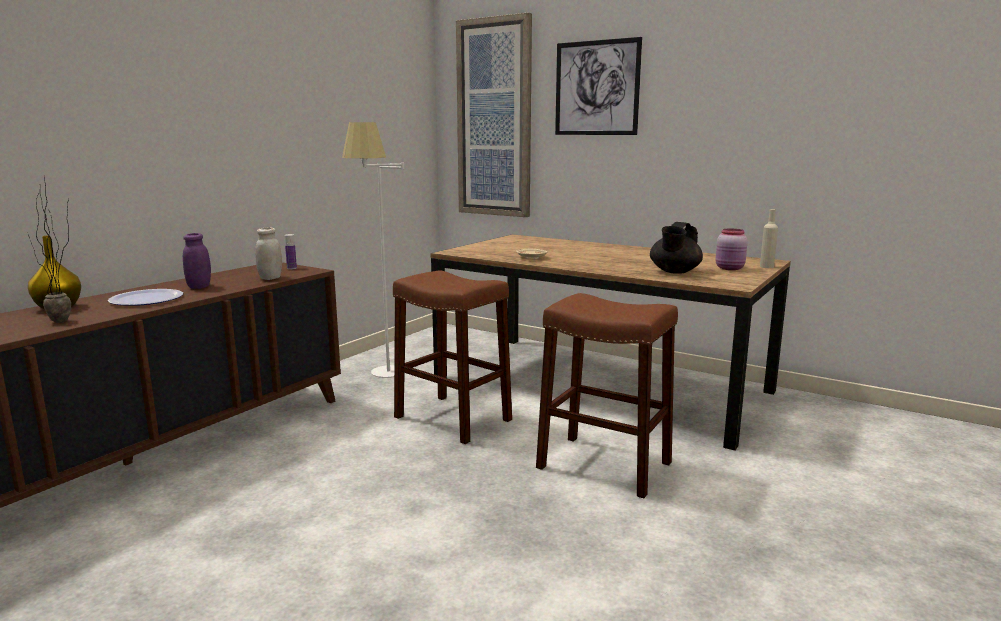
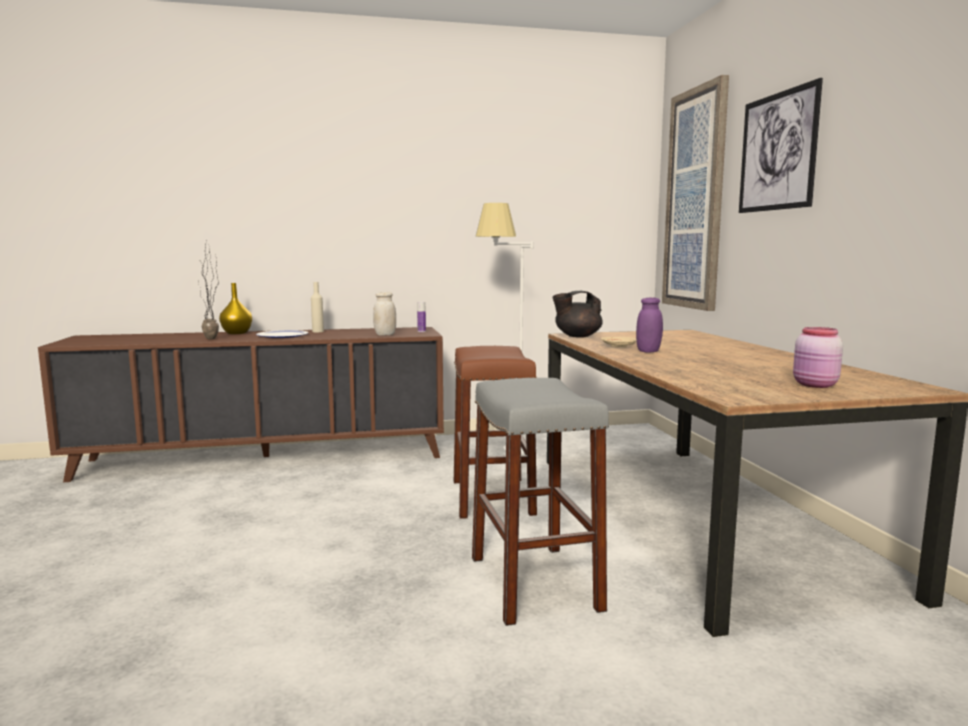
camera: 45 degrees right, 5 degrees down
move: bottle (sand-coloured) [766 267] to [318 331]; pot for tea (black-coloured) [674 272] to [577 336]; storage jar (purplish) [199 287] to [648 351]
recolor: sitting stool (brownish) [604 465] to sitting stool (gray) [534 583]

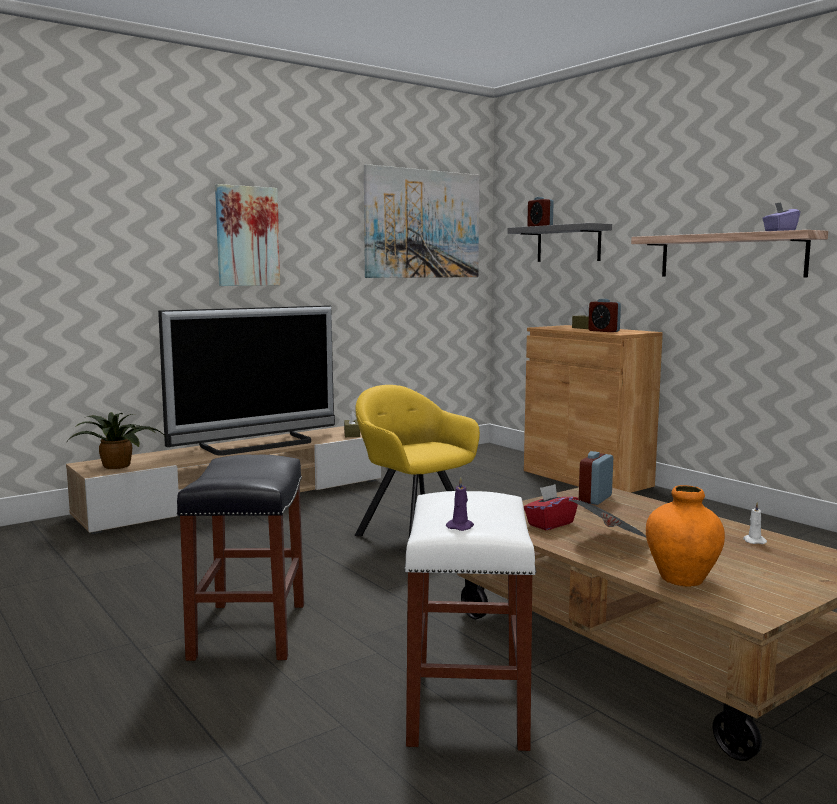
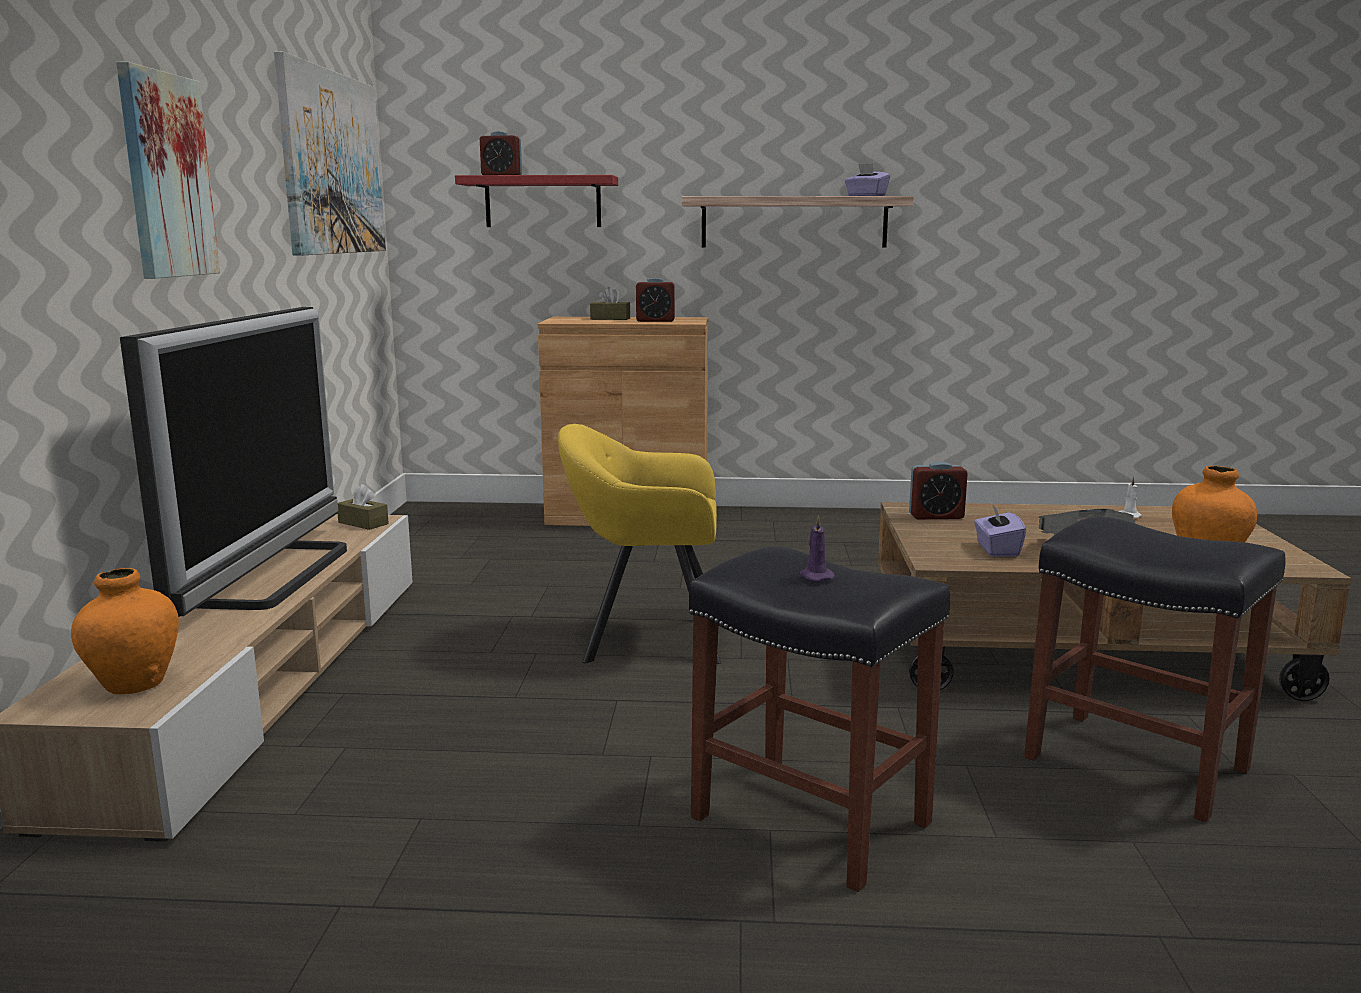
camera: 50 degrees left, 5 degrees up
move: candle (purplish) [460 526] to [815 576]
replace: potted plant [118 465] to decorative vase (orangey) [134 684]
recolor: shelf (gray) [568 244] to shelf (reddish) [543 202]; tissue box (reddish) [550 524] to tissue box (purplish) [997 550]; sitting stool (white-coloured) [468 706] to sitting stool (black-coloured) [1139 764]
rotate: bedside clock [595 499] = [936 516] 75 degrees counterclockwise

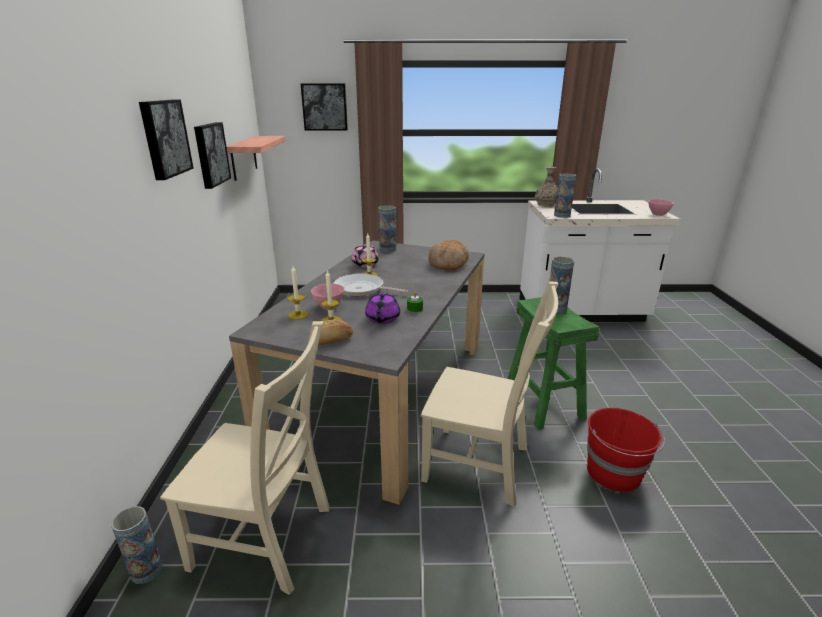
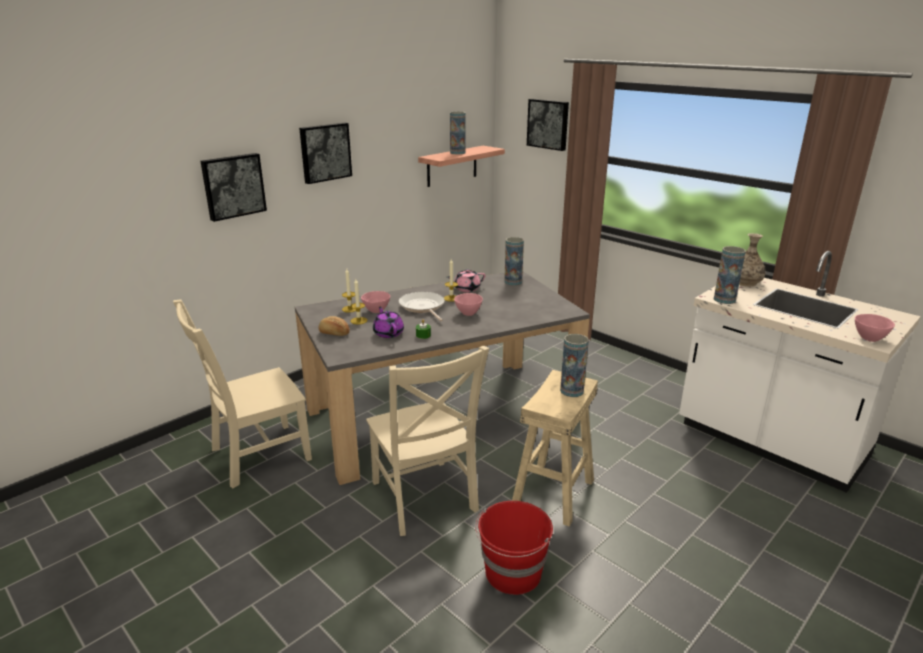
camera: 45 degrees right, 0 degrees up
delete: baked bread [448 264]
insert: bowl (pink-coloured) [468 313]
move: wall art [210 154] to [233 186]; decorative vase [146 570] to [457 153]
recolor: sitting stool (green-coloured) [542 403] to sitting stool (sand-coloured) [553 492]
rotate: upright chair (sand-coloured) [267 539] = [256 455] 90 degrees clockwise; pot for tea (purplish) [382 319] = [388 333] 105 degrees clockwise

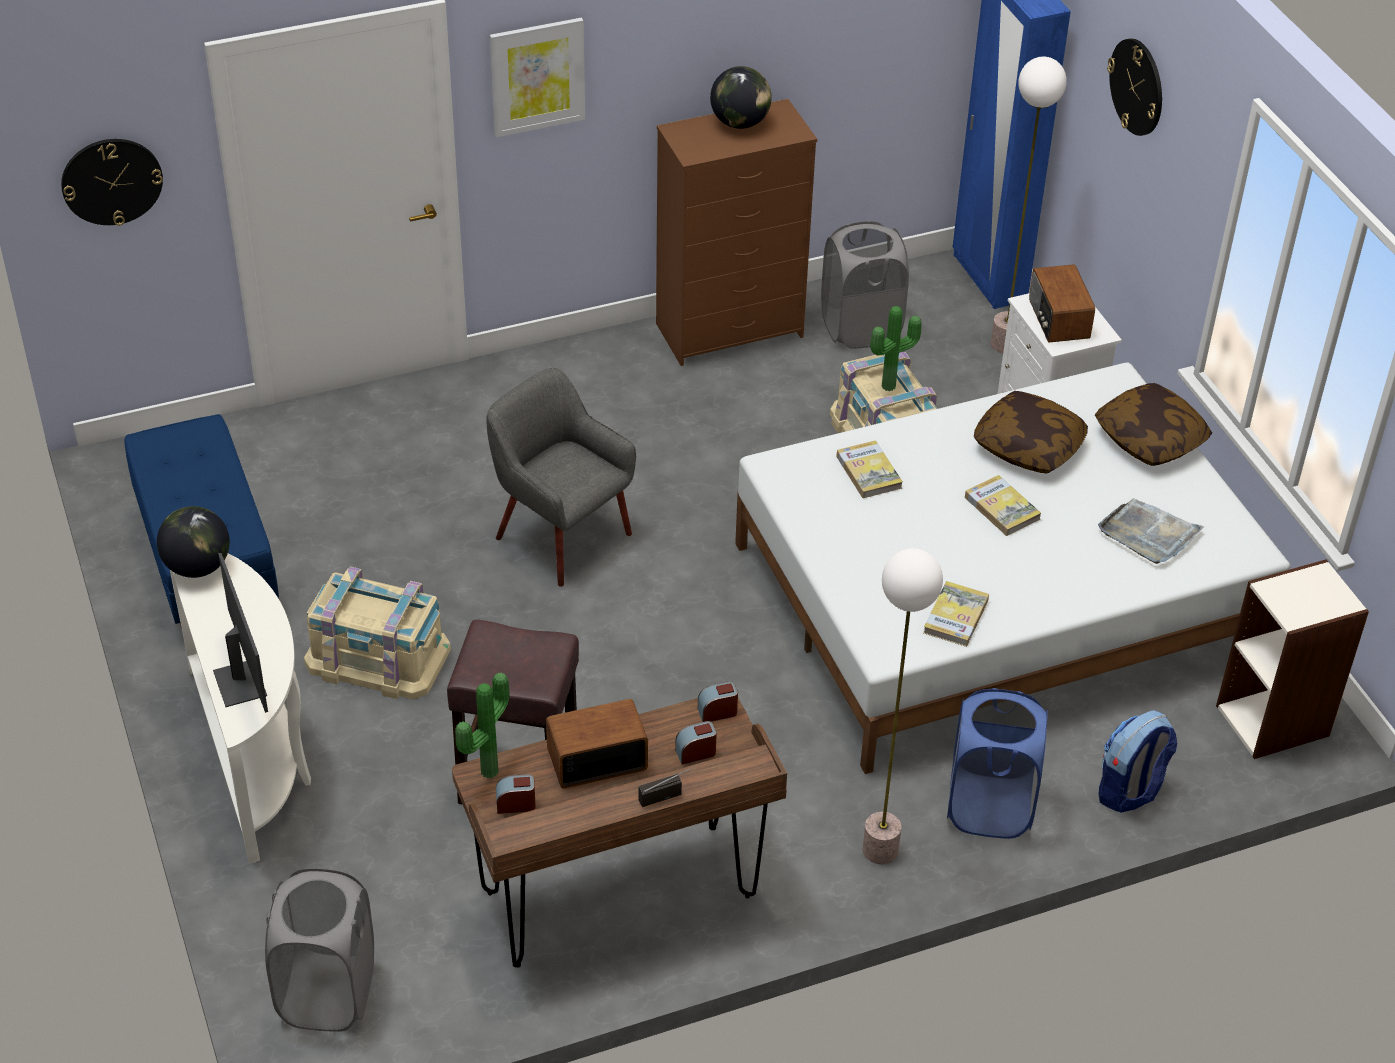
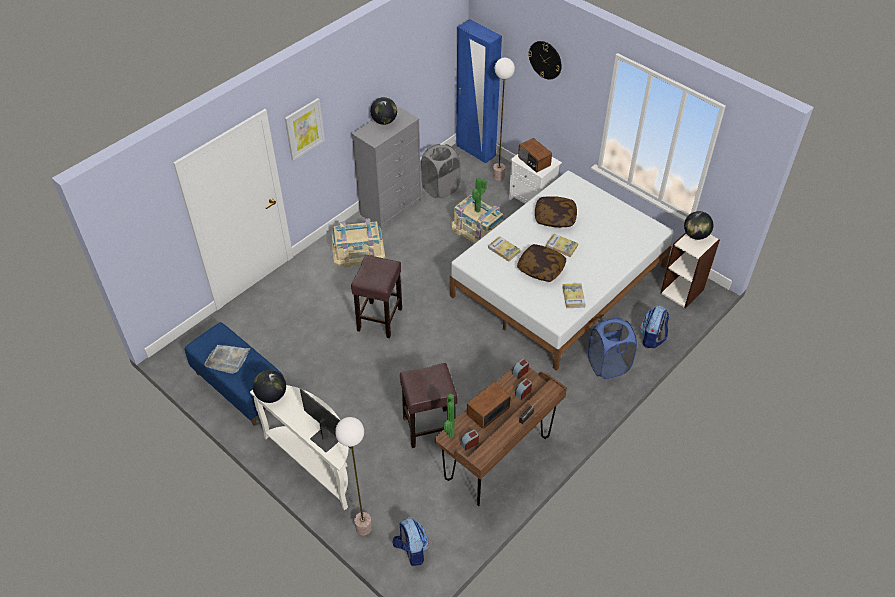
camera: 25 degrees left, 5 degrees up
delete: wall clock [112 181]
insert: desk globe [695 235]
move: tray (gray) [1148 534] to [227 360]; storage bin (sand-coloured) [378 656] to [358 252]; floor lamp [879 850] to [363 528]; cushion [1150 439] to [541 268]
replace: lounge chair (gray) [561 536] to sitting stool (brownish) [380 319]; washing basket (gray) [327 993] to backpack [411 550]
recolor: drawer chest (brownish) [731 330] to drawer chest (gray) [391 207]

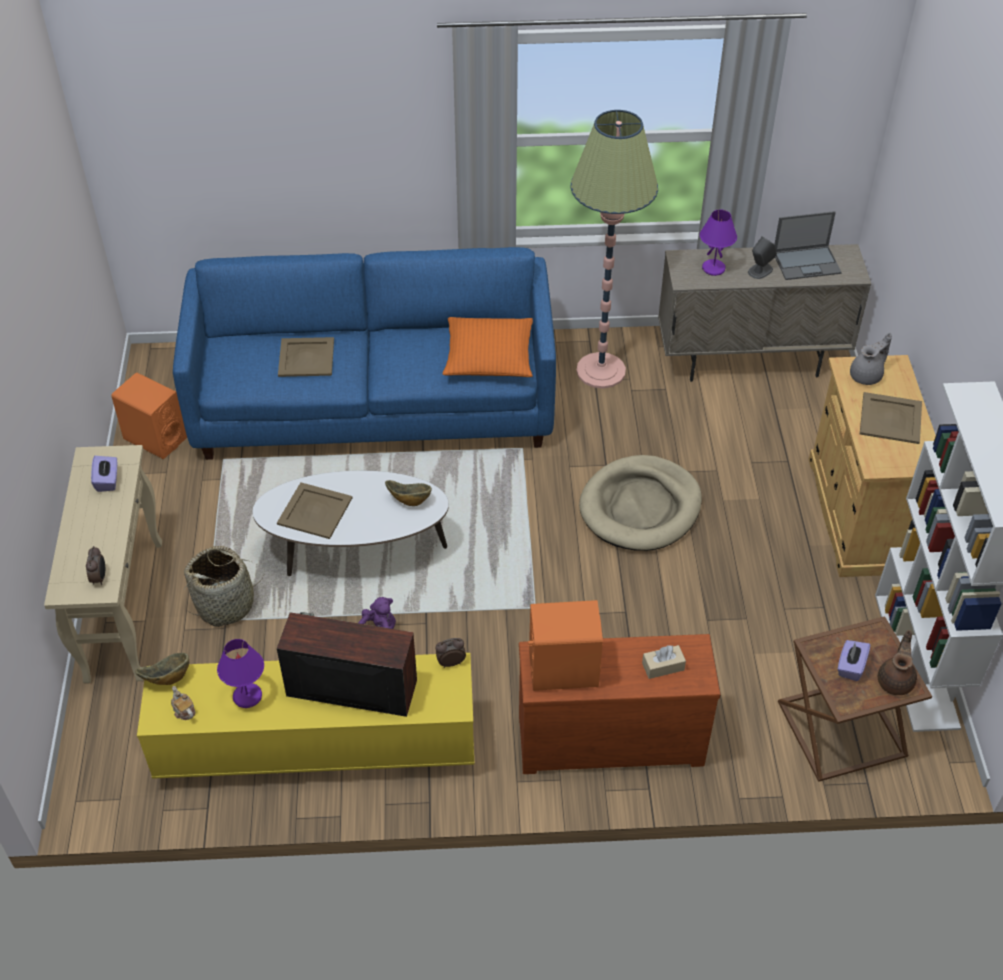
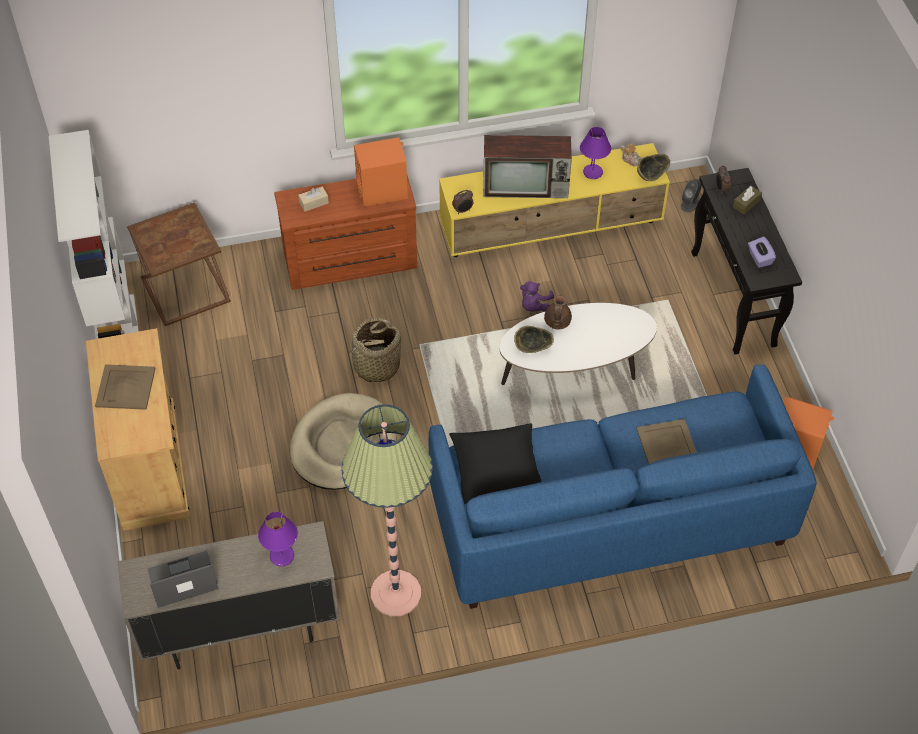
camera: 170 degrees right, 5 degrees up
delete: tray (sand-coloured) [314 510]; tissue box (purplish) [850 667]; pot for tea (gray) [867 376]
insert: tissue box (brownish) [746 203]
move: storage basket [226 604] to [376 366]; pot for tea (brownish) [896 680] to [557 322]; loudspeaker (gray) [760 270] to [690 204]
recolor: cushion (orangey) [489 356] to cushion (black-coloured) [496 470]; narrow table (sand-coloured) [124 609] to narrow table (black-coloured) [733 300]

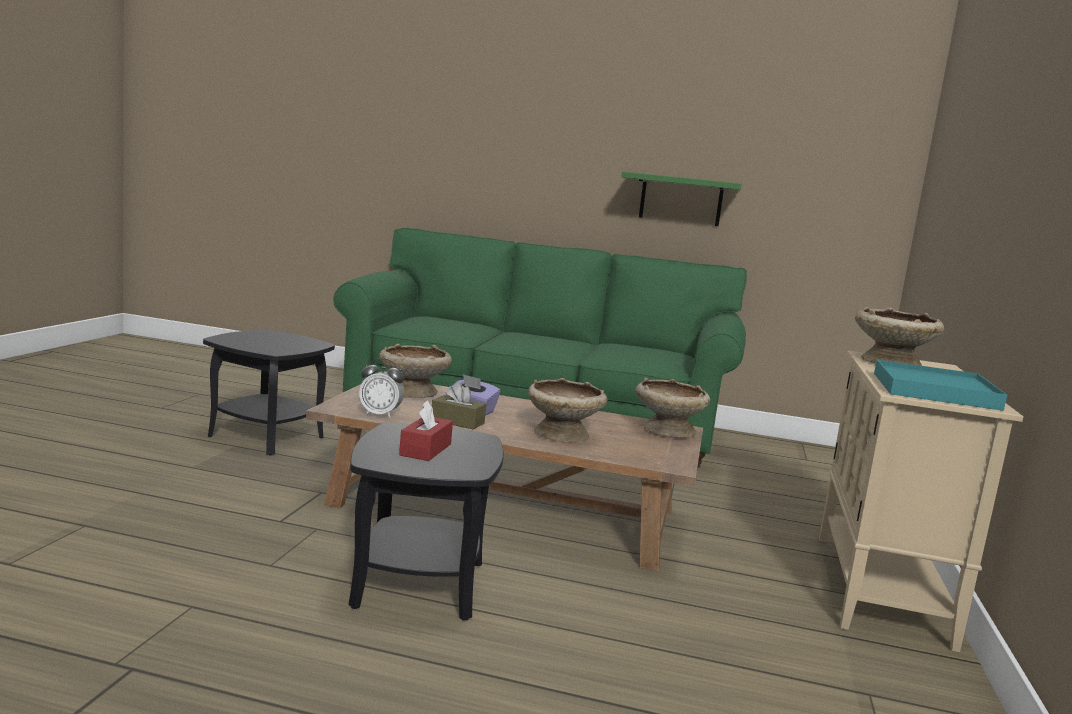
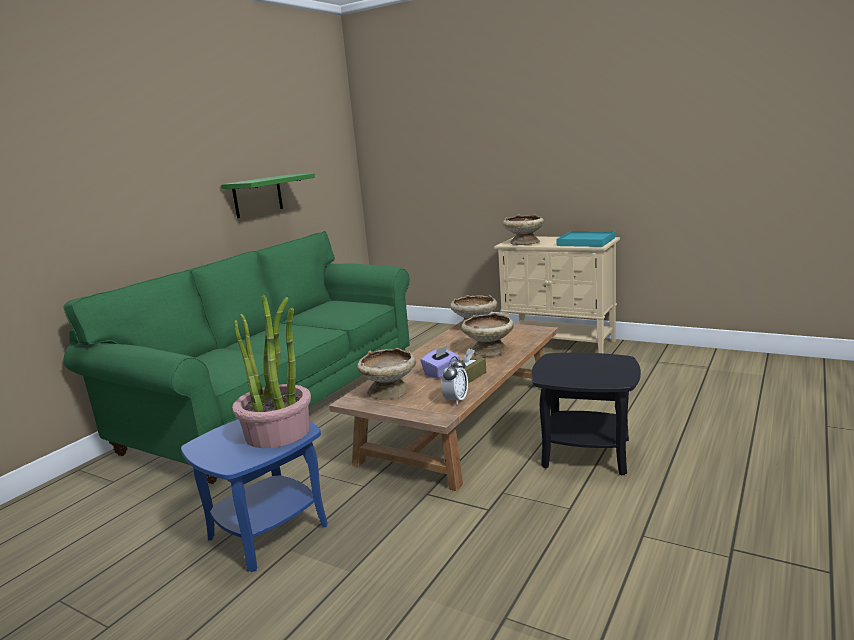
camera: 70 degrees left, 5 degrees up
delete: tissue box (reddish) [425 450]
insert: potted plant [278 432]
recolor: side table (black-coloured) [267 437] to side table (bluish) [268 532]

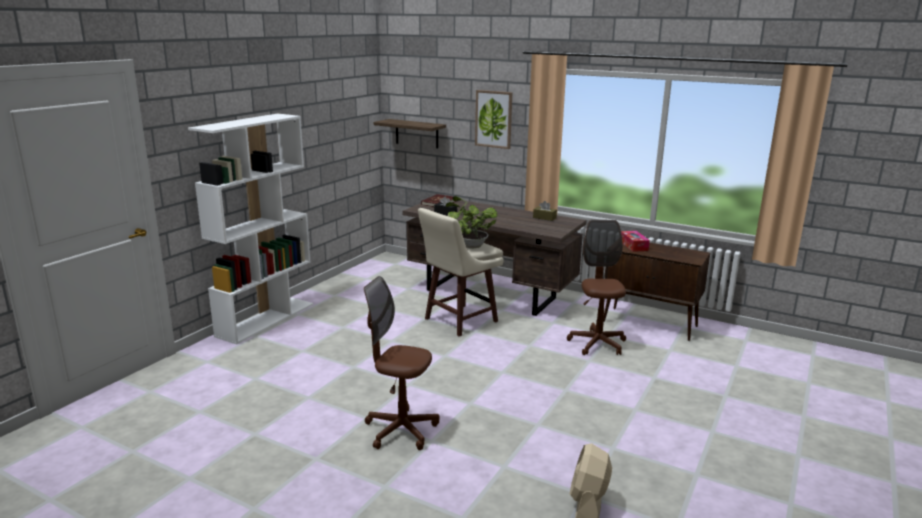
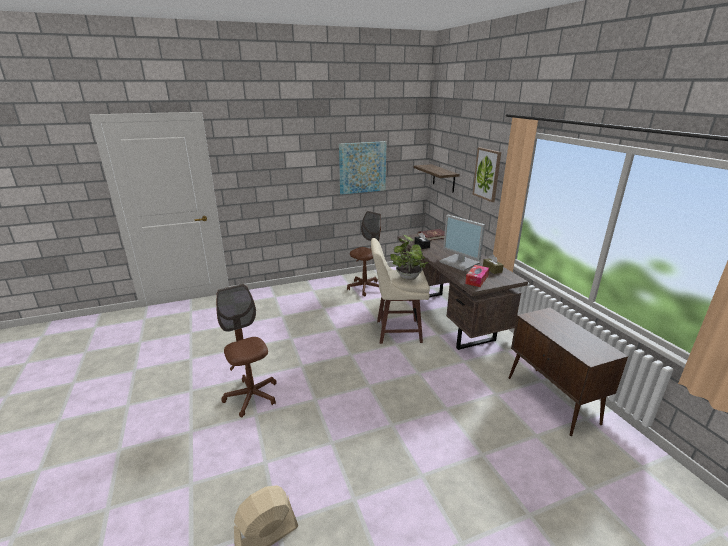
camera: 40 degrees right, 5 degrees up
delete: bookshelf (white-coloured) [266 319]
insert: wall art [362 167]; monitor [460 262]
move: office chair (brownish) [597 344] to [365 288]; tissue box [634 246] to [476 280]

